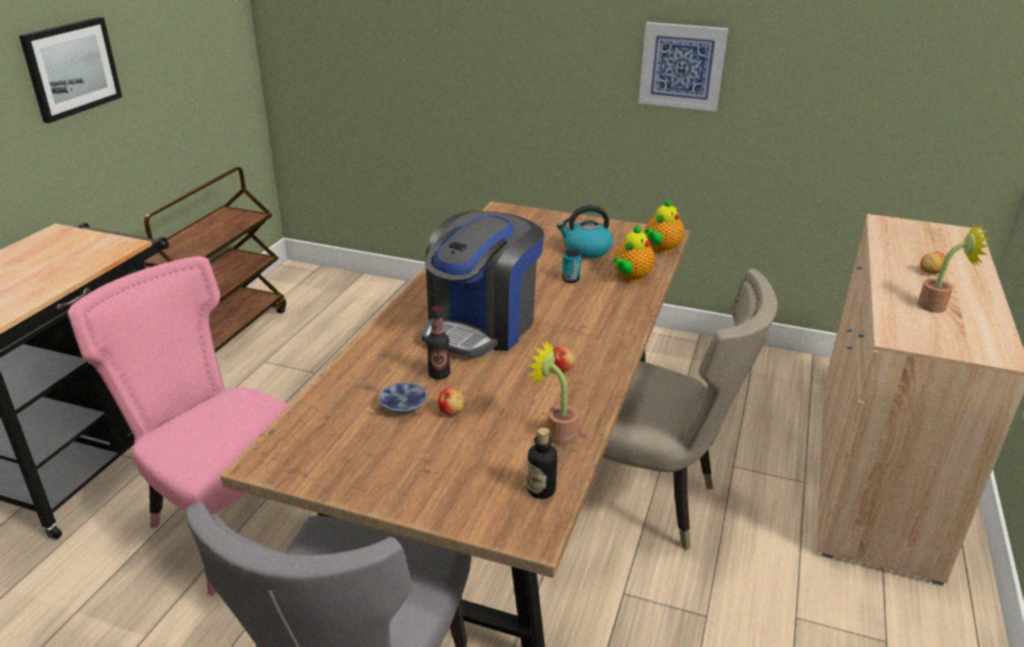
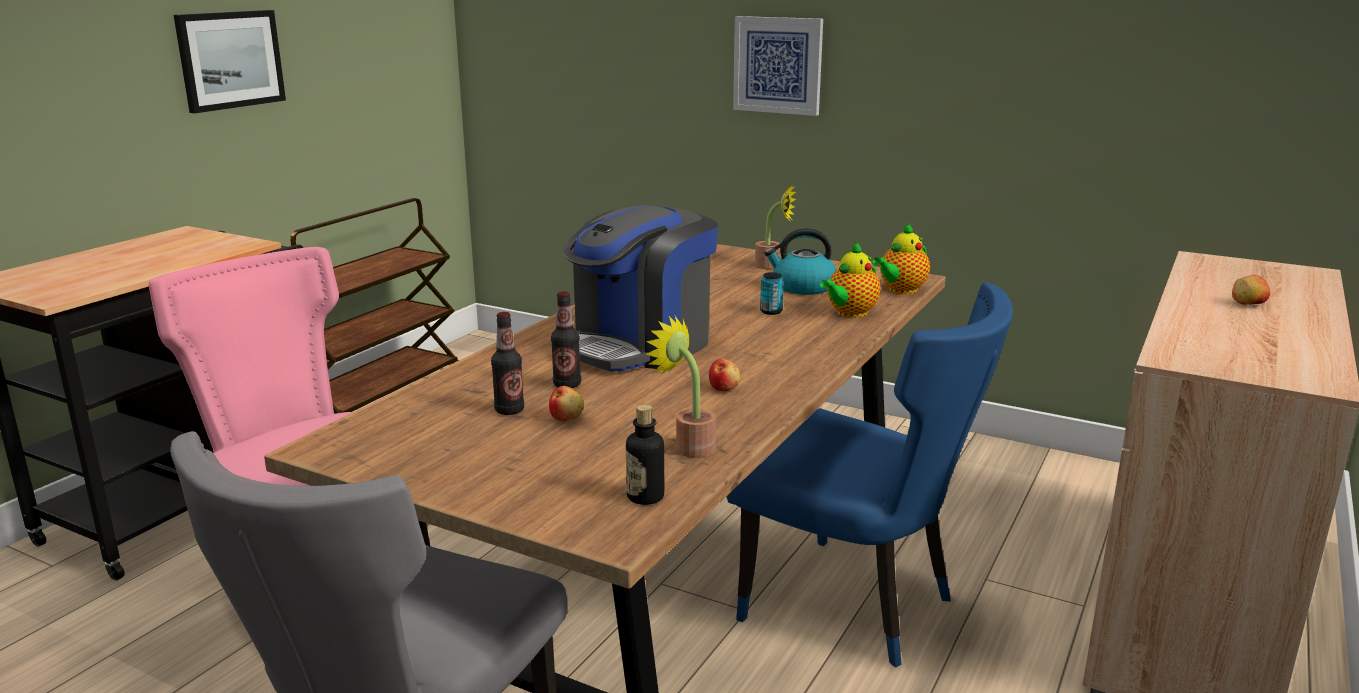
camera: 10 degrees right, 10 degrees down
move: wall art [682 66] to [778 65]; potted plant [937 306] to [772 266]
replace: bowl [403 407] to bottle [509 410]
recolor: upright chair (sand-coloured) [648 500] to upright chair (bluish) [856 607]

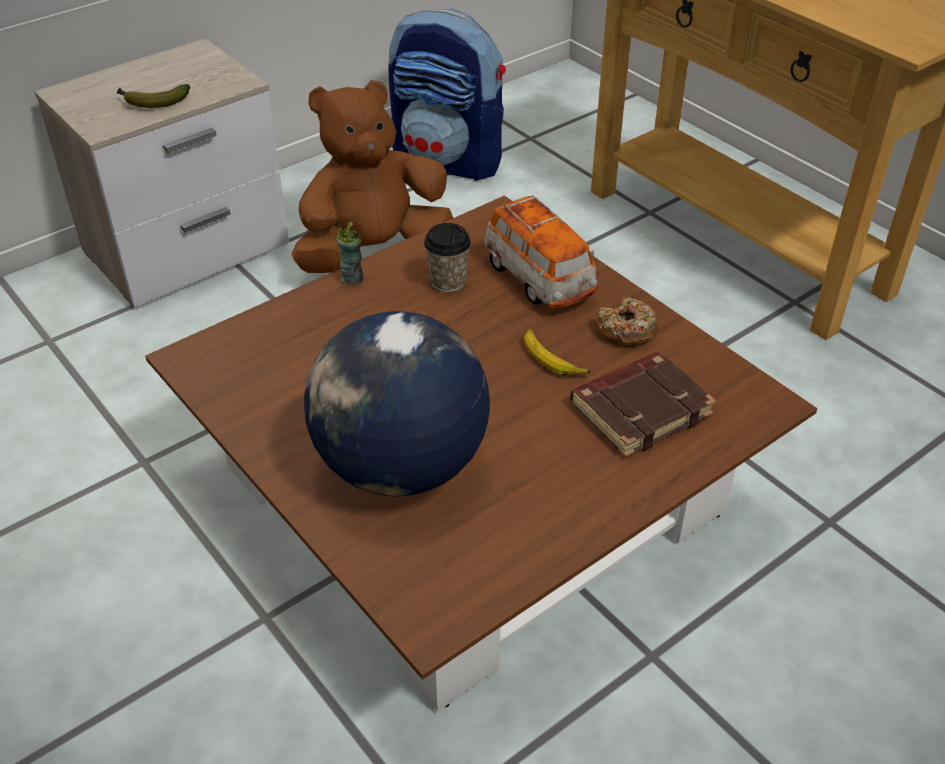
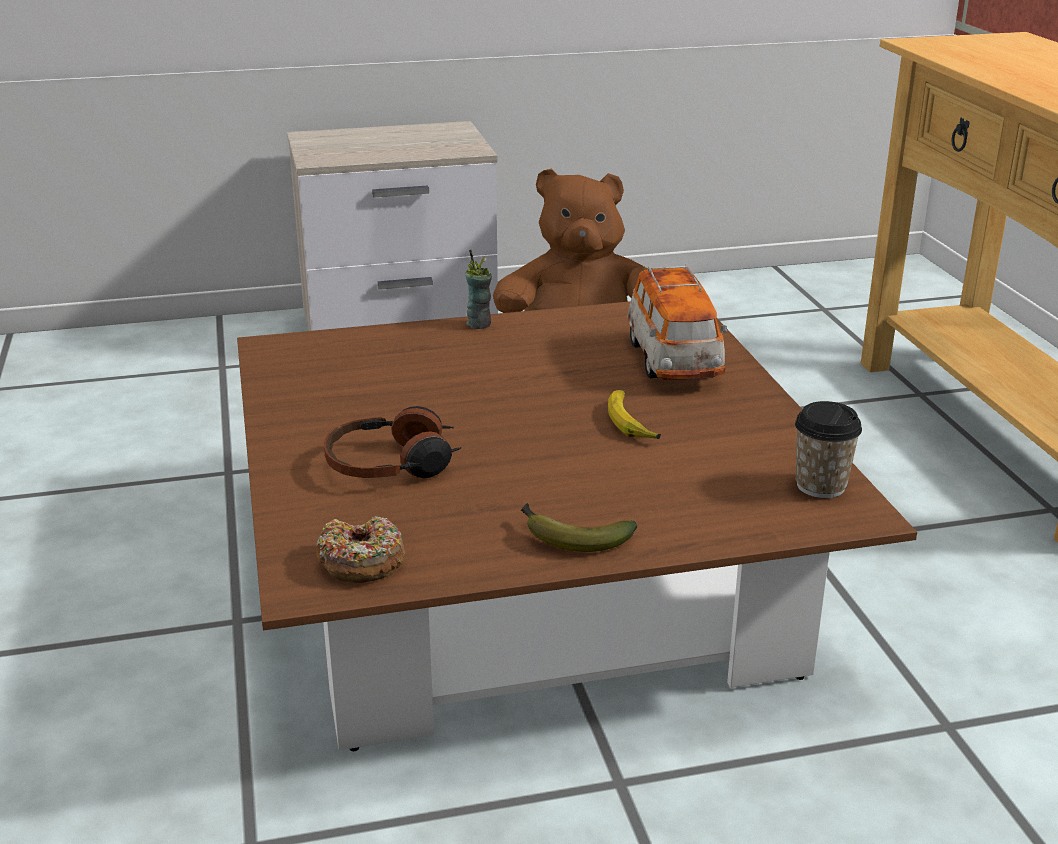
camera: 25 degrees right, 15 degrees down
delete: backpack [449 160]; volume (brownish) [640 408]
move: doughnut [626 331] to [361 562]; banana [152 102] to [570 537]; cup [448 281] to [820 486]
replace: desk globe [399 466] to headset [393 464]

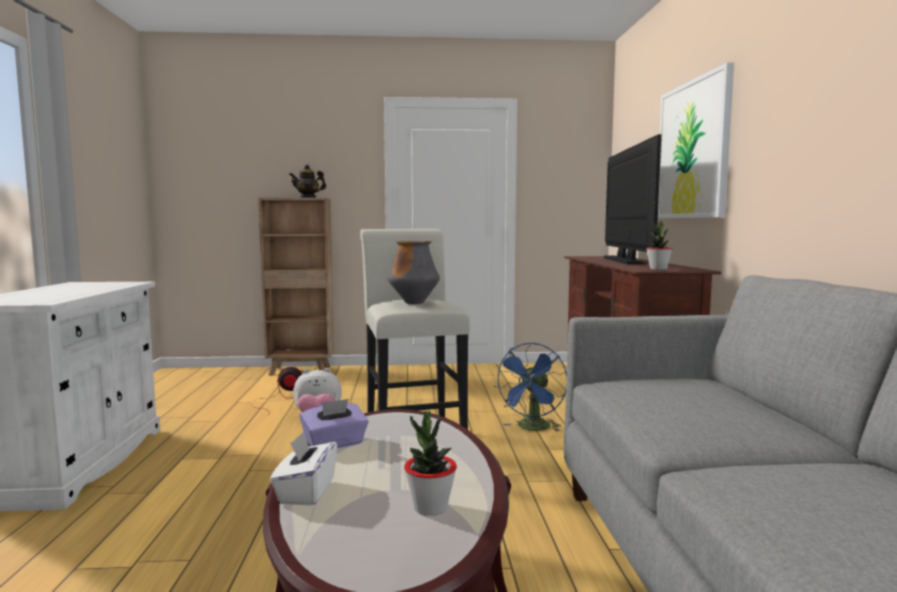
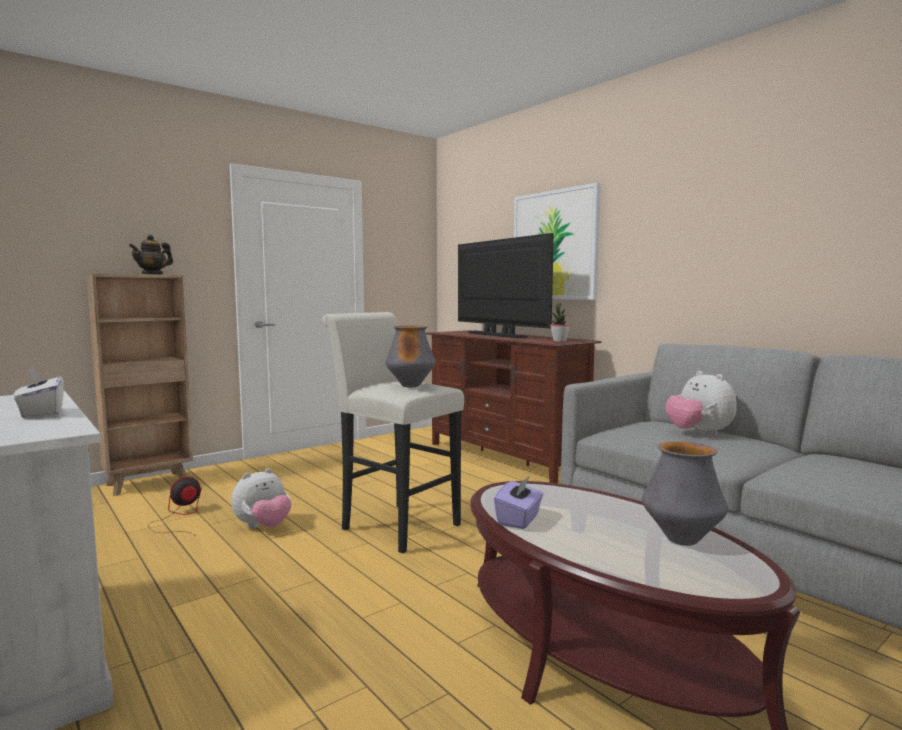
camera: 35 degrees left, 0 degrees up
delete: fan (bluish) [532 428]
insert: cuddly toy [699 434]
move: tissue box (white-coloured) [306 492] to [41 413]
replace: potted plant [430 508] to decorative vase [681 540]

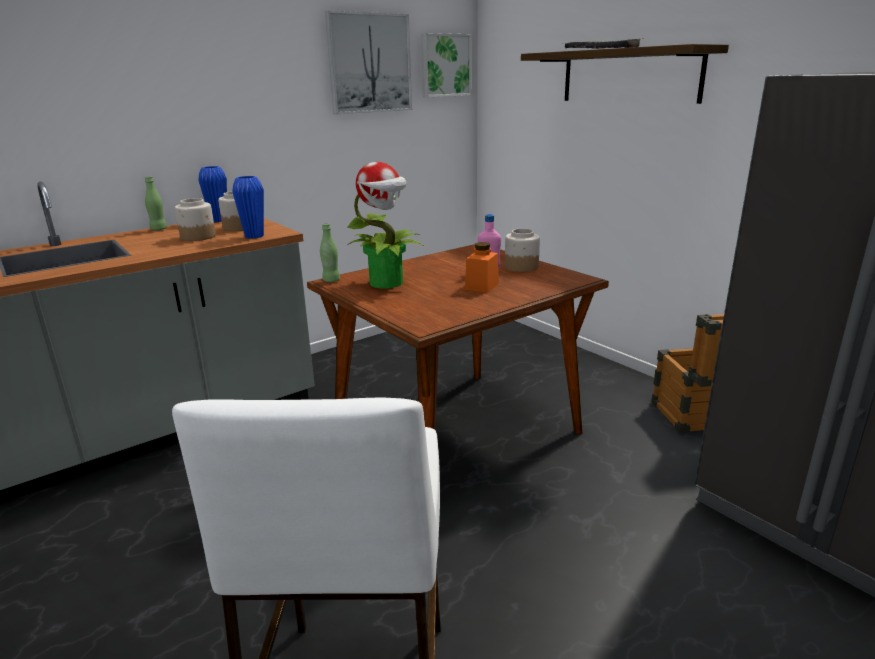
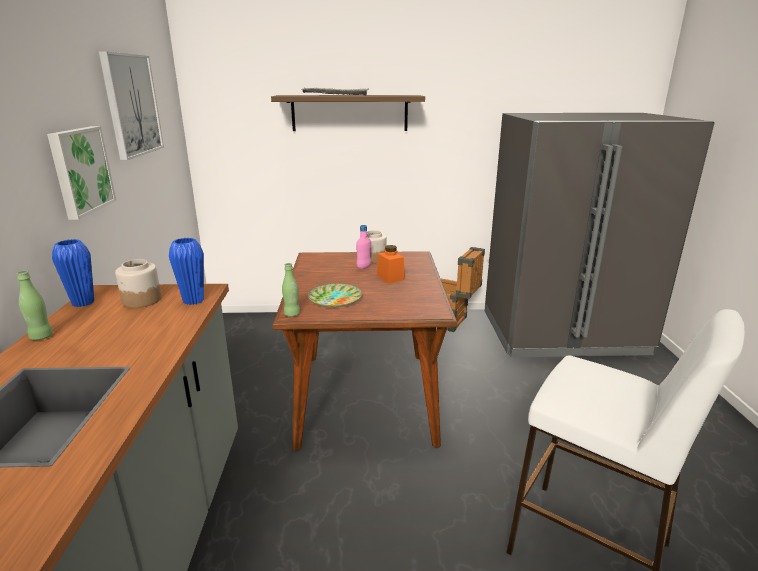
camera: 55 degrees left, 0 degrees up
delete: storage jar [198 237]
move: wall art [445 65] to [80 171]
replace: potted plant [387 283] to dinner plate [334 299]

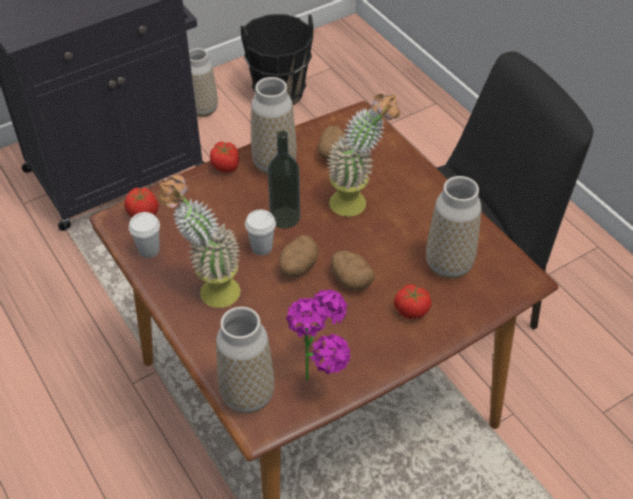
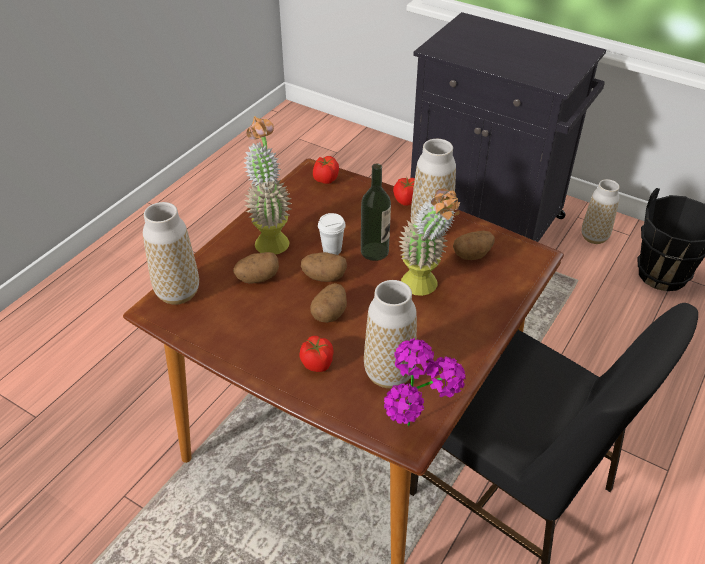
camera: 65 degrees right, 5 degrees down
delete: cup (white-coloured) [149 250]
insert: spud [257 278]
move: potted plant [322 377] to [418 435]

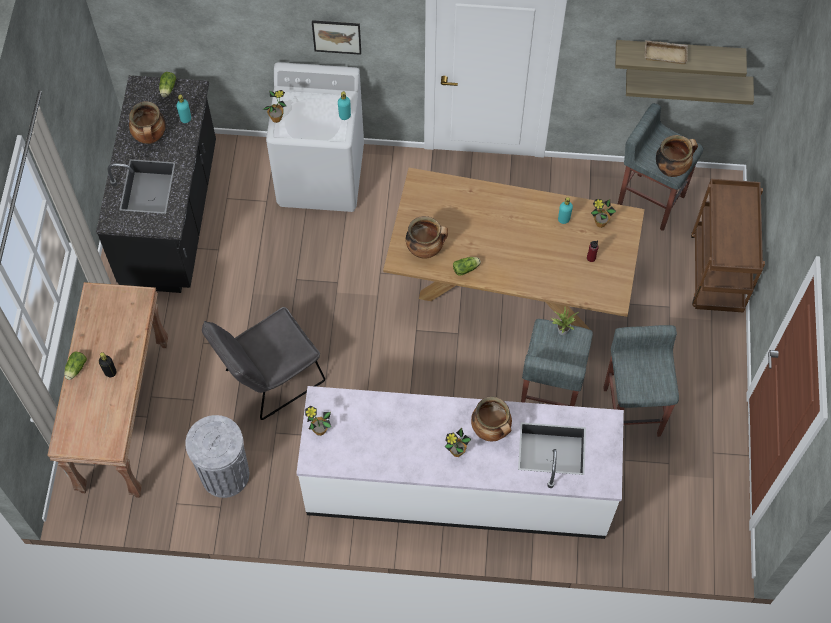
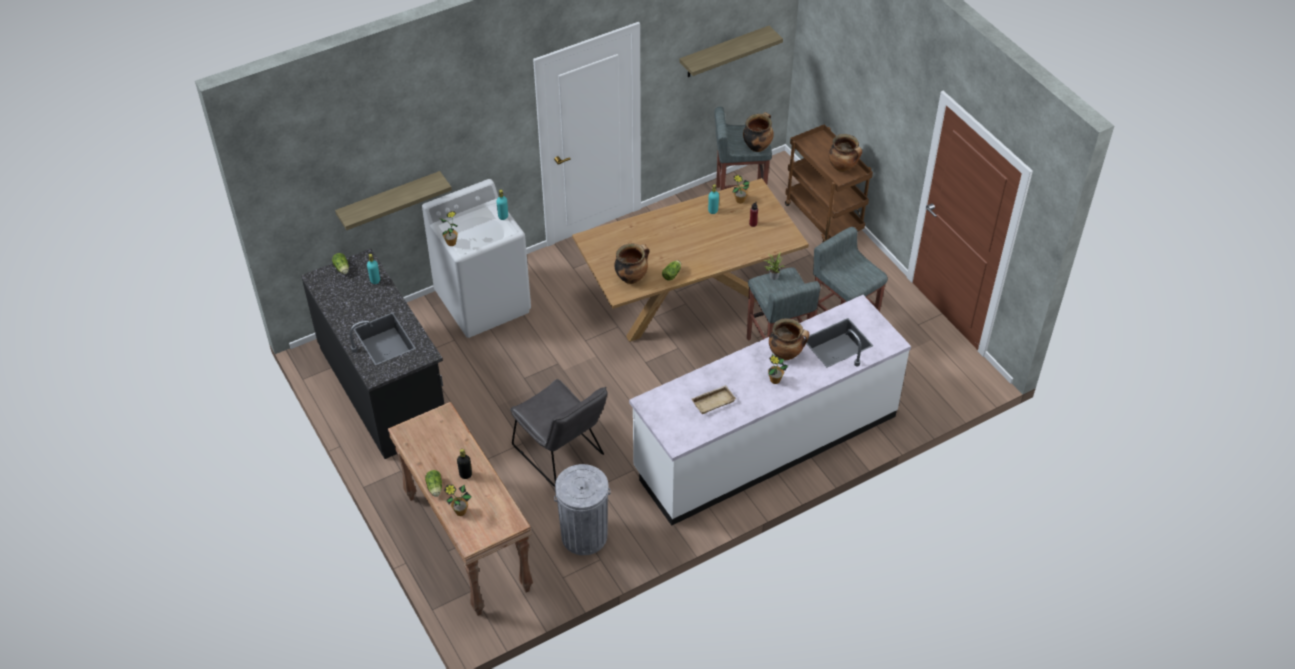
camera: 35 degrees left, 15 degrees down
delete: wall art [336 36]
move: shelf [687 81] to [389 200]; potted plant [320 430] to [460 512]; tray (sand-coloured) [666 54] to [713 401]; saucepot [151 137] to [843 167]
rotate: upright chair (gray) [269 379] = [562 454] 60 degrees counterclockwise

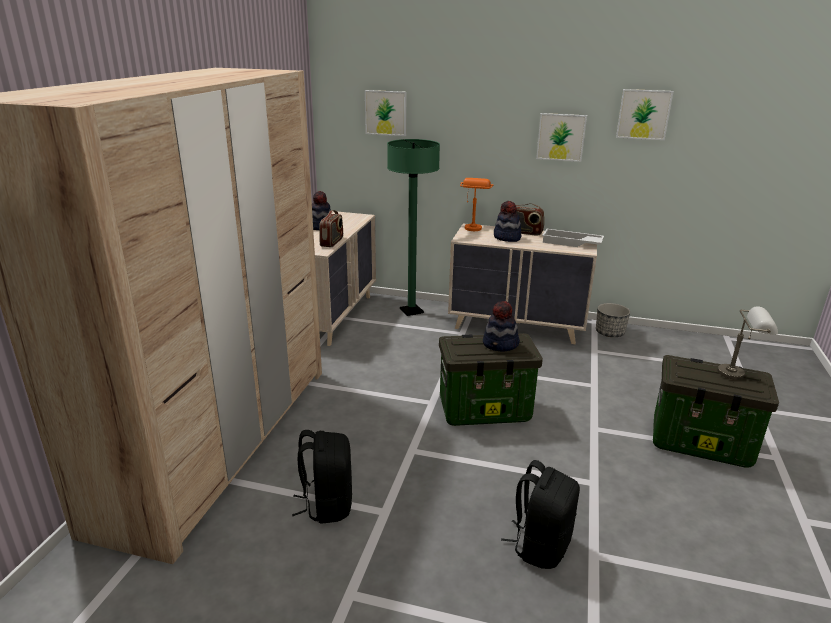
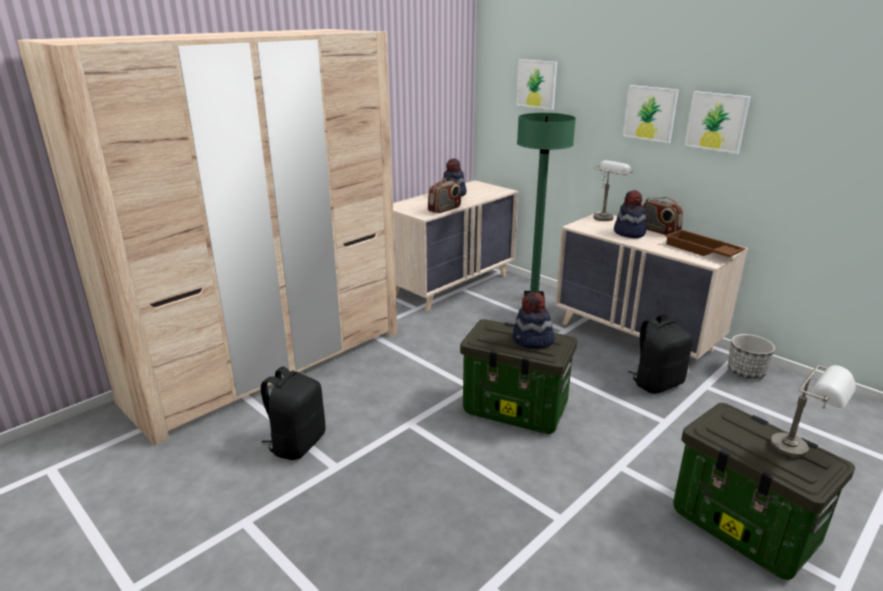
camera: 30 degrees right, 0 degrees up
move: wall art [643 114] to [650 113]; backpack (black-coloured) [540 545] to [657 383]
recolor: table lamp (orangey) [473 226] to table lamp (gray) [606 216]; tray (white-coloured) [571 243] to tray (brownish) [701 250]

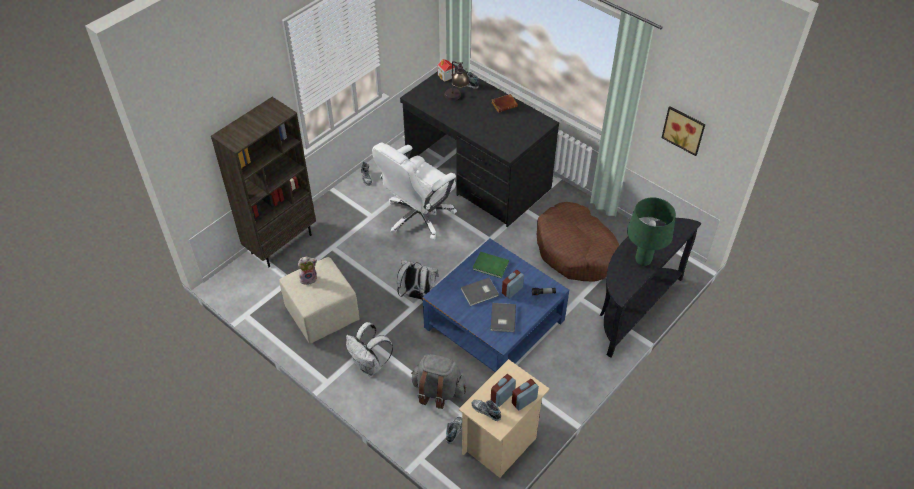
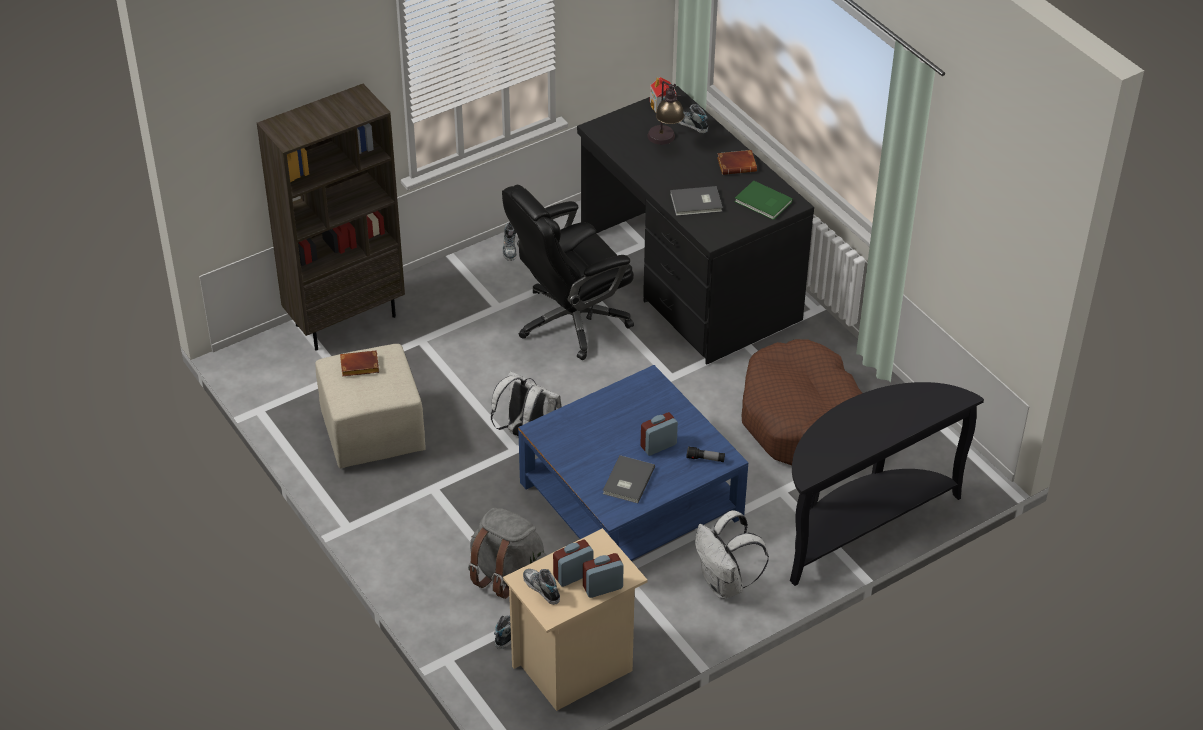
camera: 15 degrees right, 5 degrees down
delete: table lamp (green-coloured) [642 261]; wall art [684 129]
move: volume (gray) [480 293] to [697 203]; backpack (white-coloured) [369 365] to [725 584]; volume (green-coloured) [490 266] to [763 203]
replace: cuddly toy [309 278] to volume (brownish) [358 367]
recolor: office chair (white-coloured) [418 216] to office chair (black-coloured) [570 321]

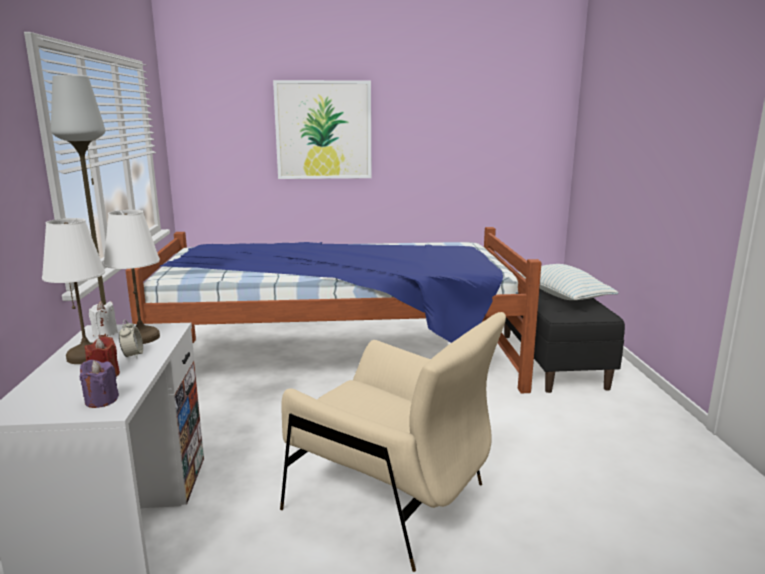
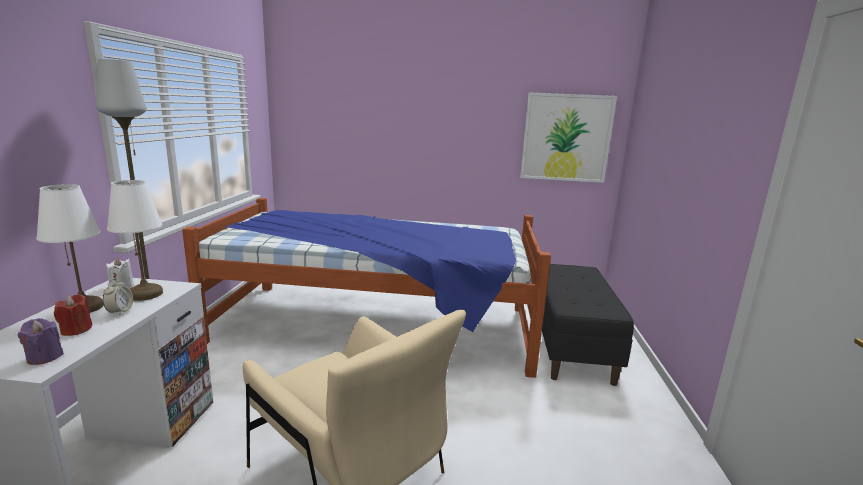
camera: 10 degrees right, 0 degrees up
delete: cushion [562 296]
move: wall art [323 130] to [566 138]

